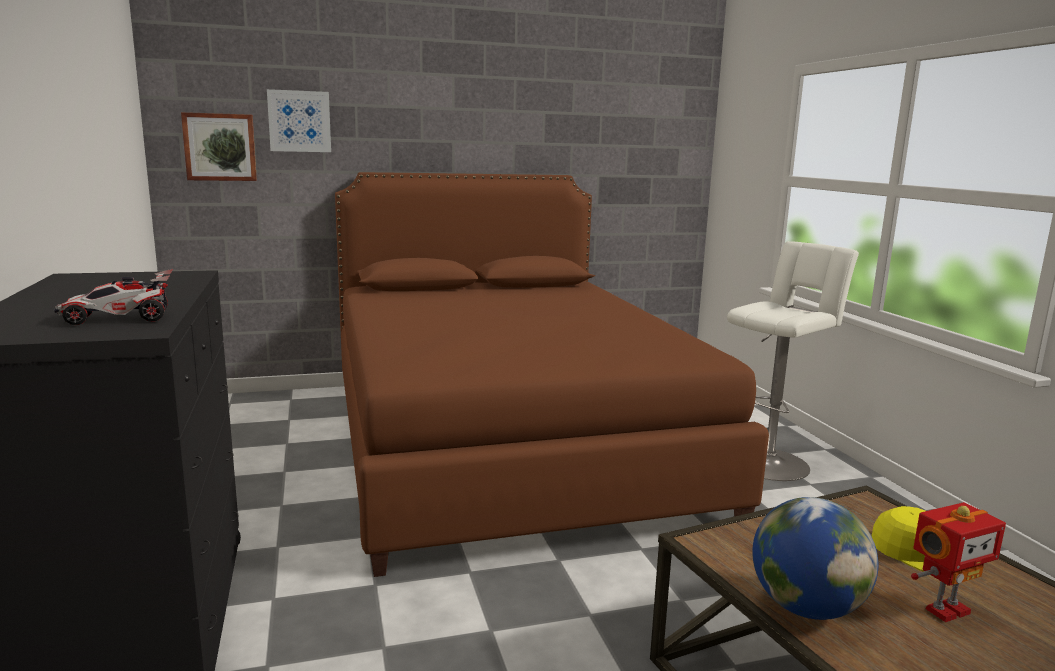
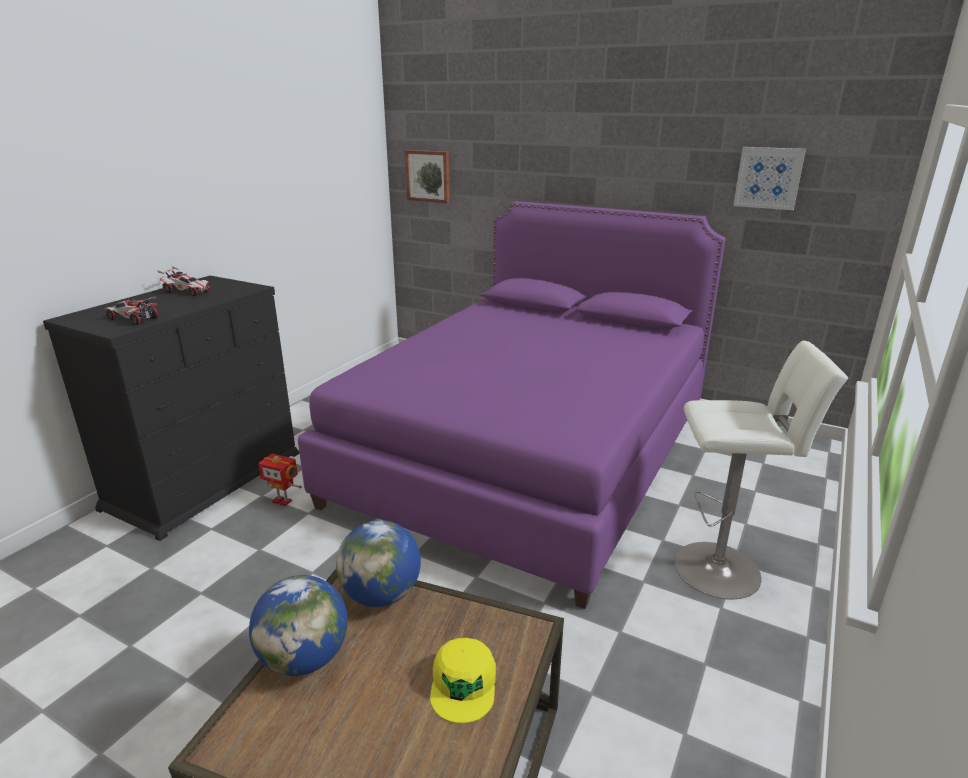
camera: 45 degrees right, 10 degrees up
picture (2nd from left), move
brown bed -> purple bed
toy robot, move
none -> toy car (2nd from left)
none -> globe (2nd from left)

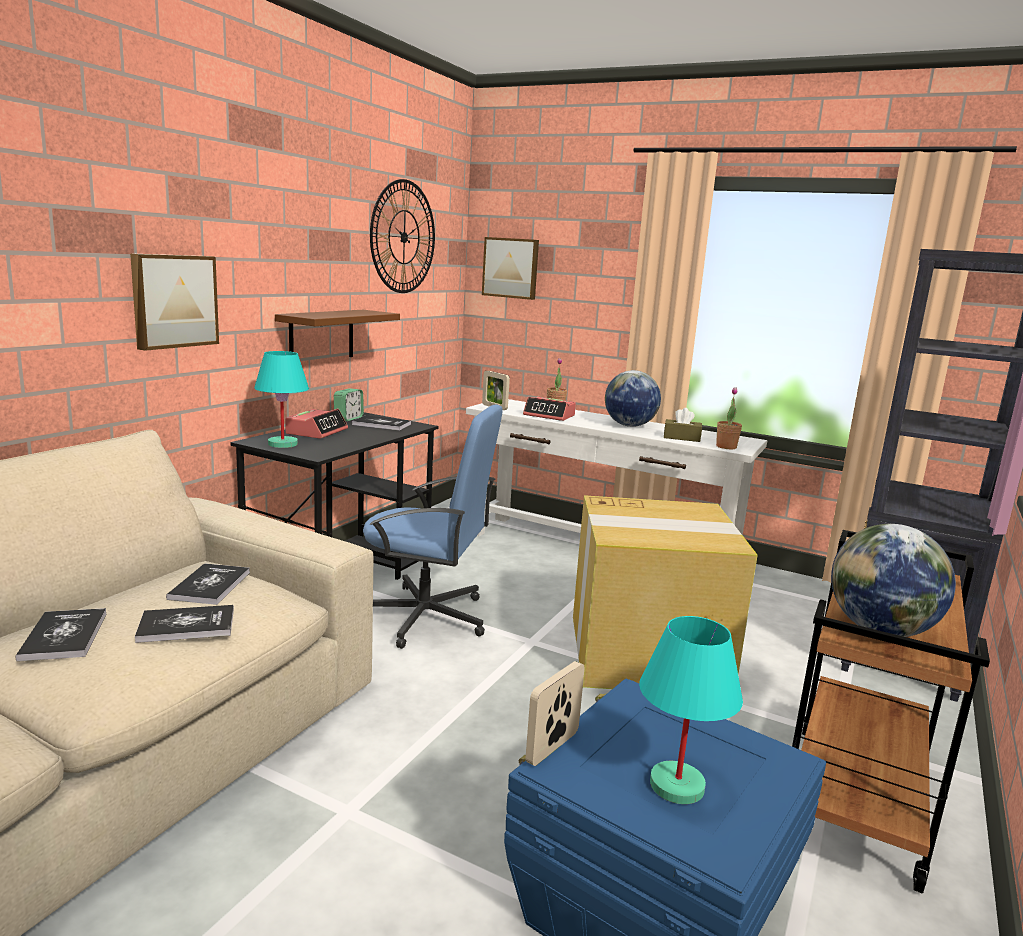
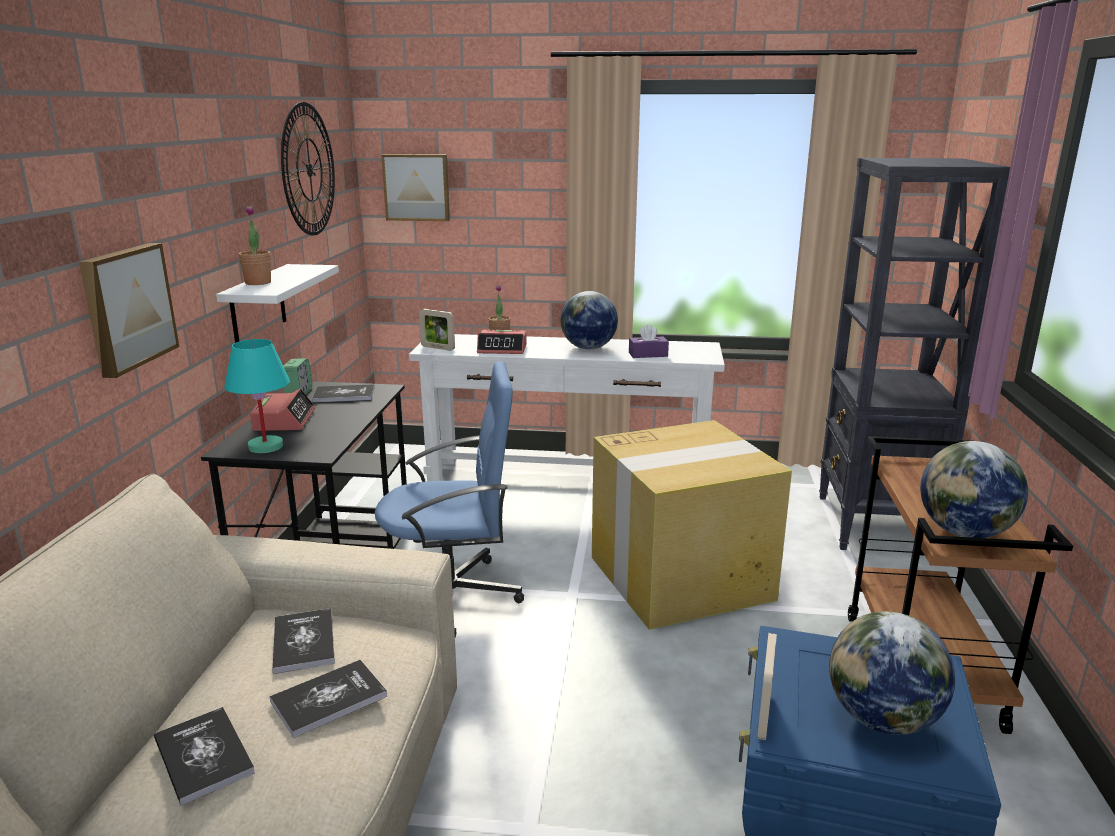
camera: 20 degrees left, 5 degrees up
brown shelf -> white shelf
potted plant (2nd from left in the first image) -> potted plant (1st from left), move
brown tissue box -> purple tissue box
turquoise table lamp (2nd from left) -> globe (2nd from left)

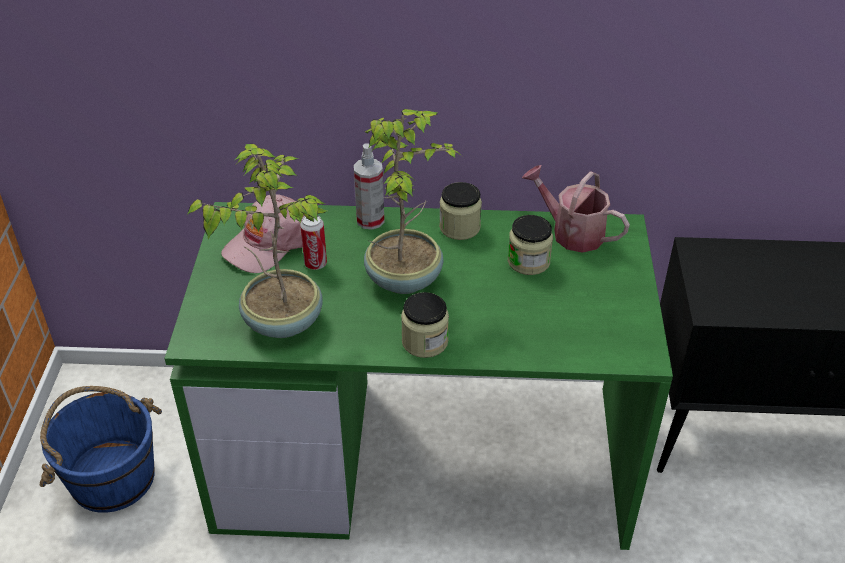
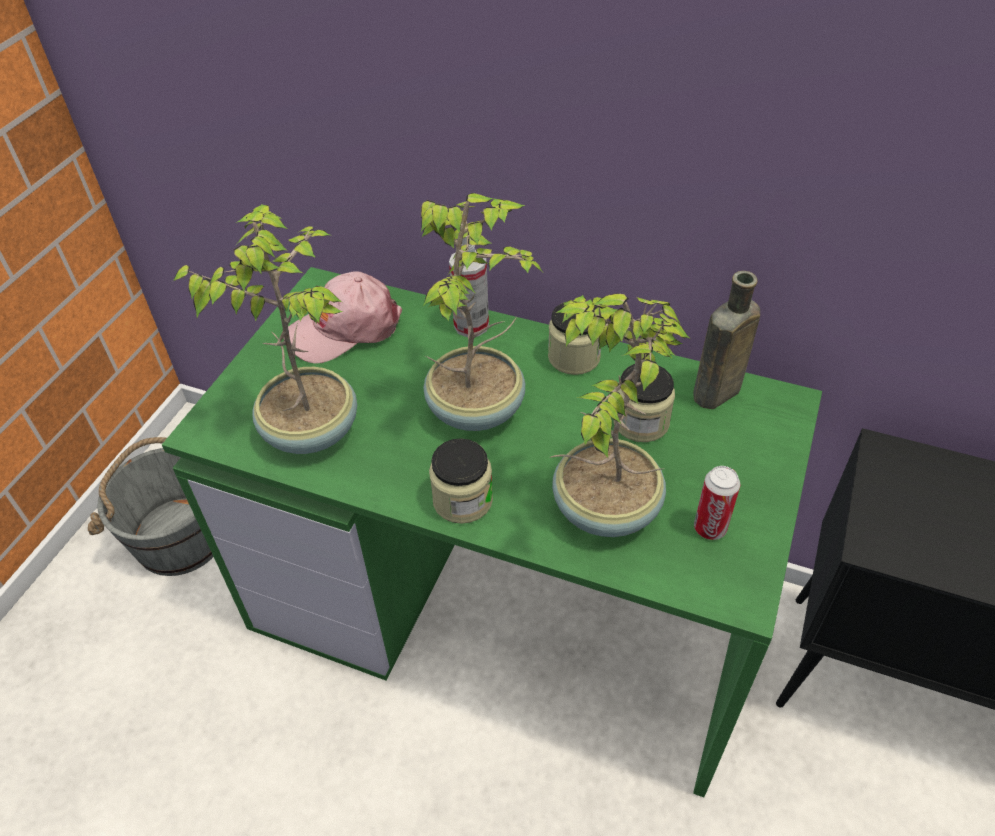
camera: 20 degrees right, 5 degrees up
watering can -> brown bottle
can, move
blue bucket -> grey bucket
none -> potted plant (3rd from left)

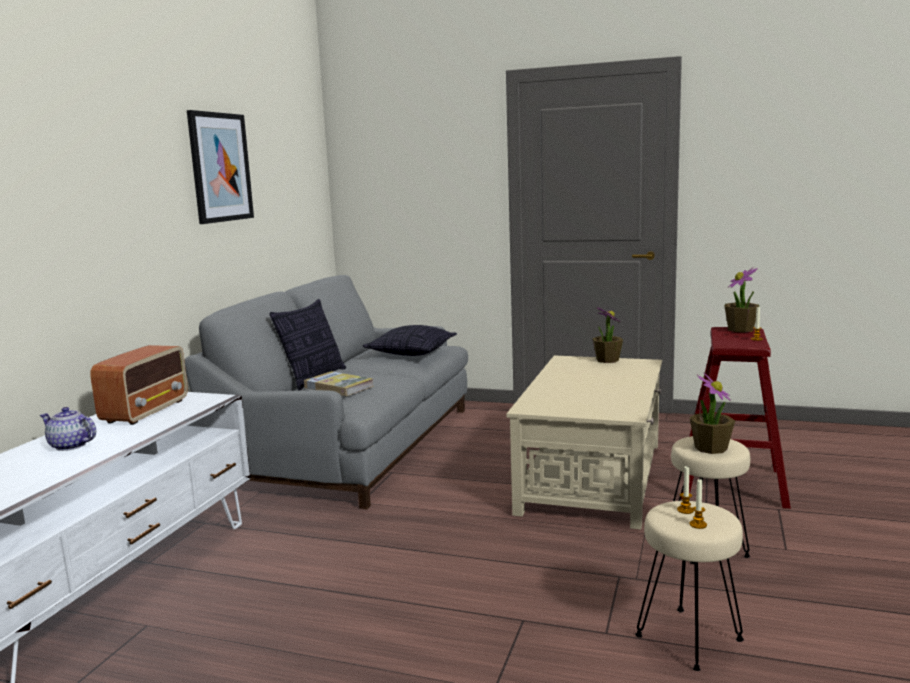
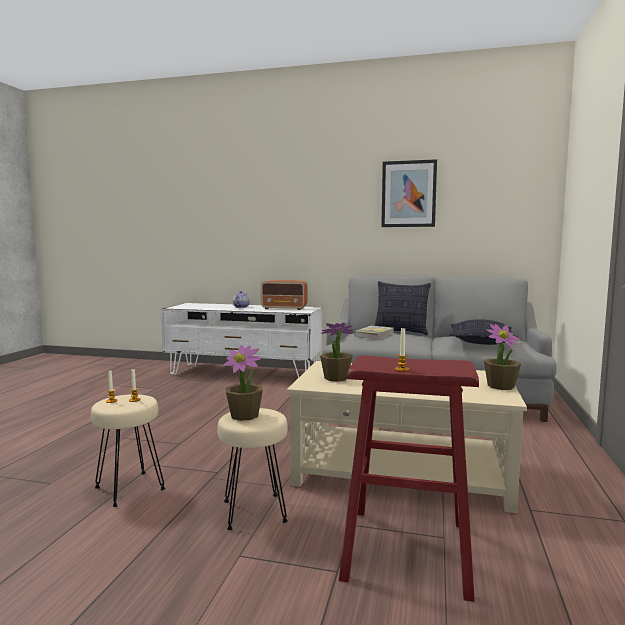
camera: 85 degrees right, 5 degrees down
potted plant (3rd from left in the first image) -> potted plant (2nd from left), move

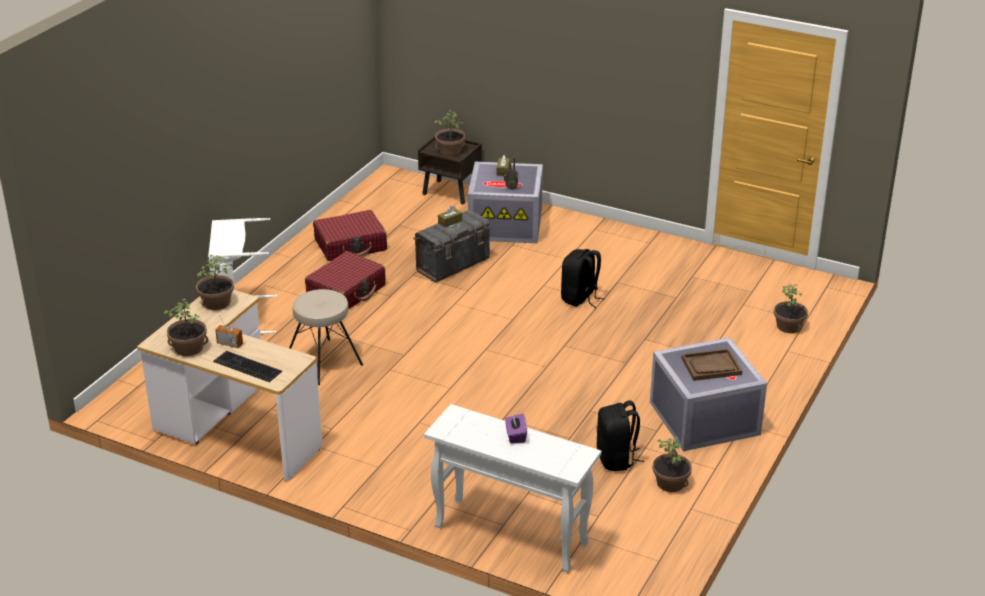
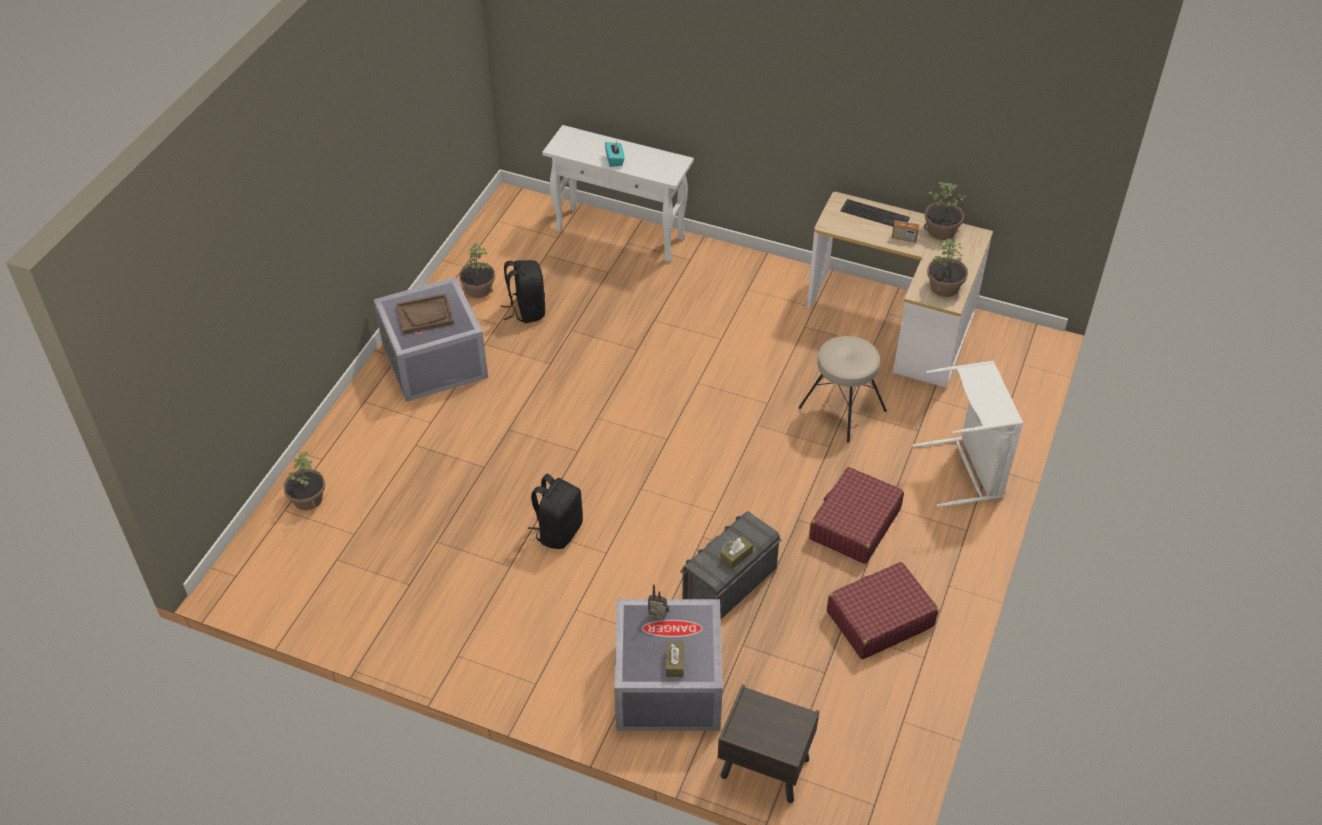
camera: 175 degrees right, 15 degrees up
potted plant (3rd from left) -> none
purple tissue box -> turquoise tissue box

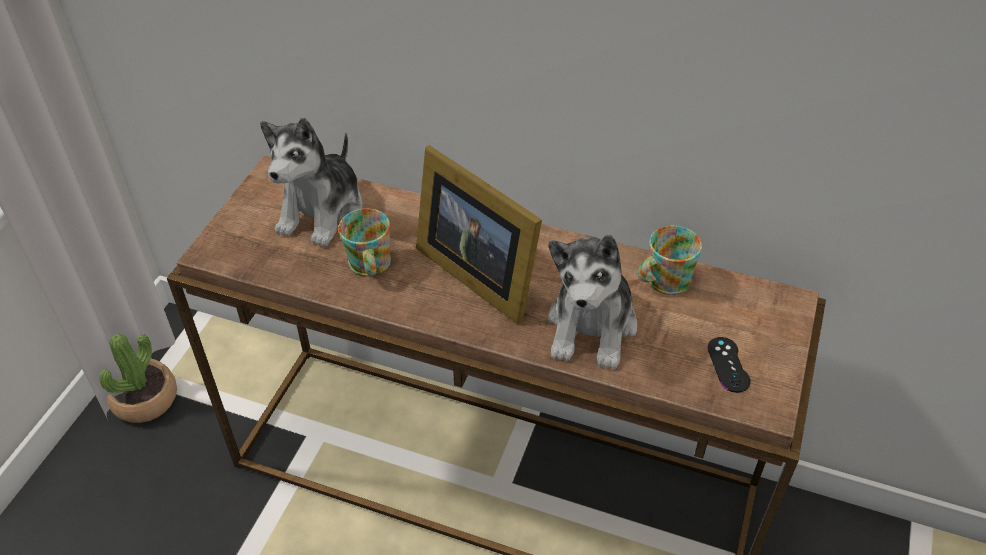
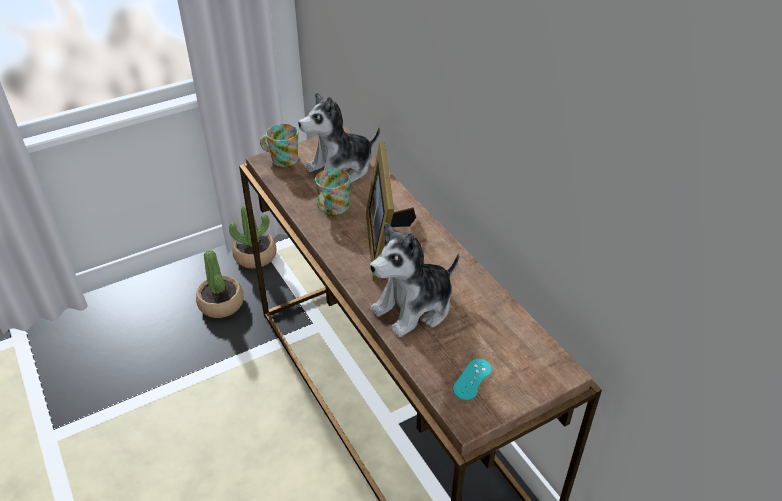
camera: 40 degrees right, 5 degrees down
mug (2nd from left in the first image) -> mug (1st from left), move
black game controller -> turquoise game controller
none -> potted plant (1st from left)

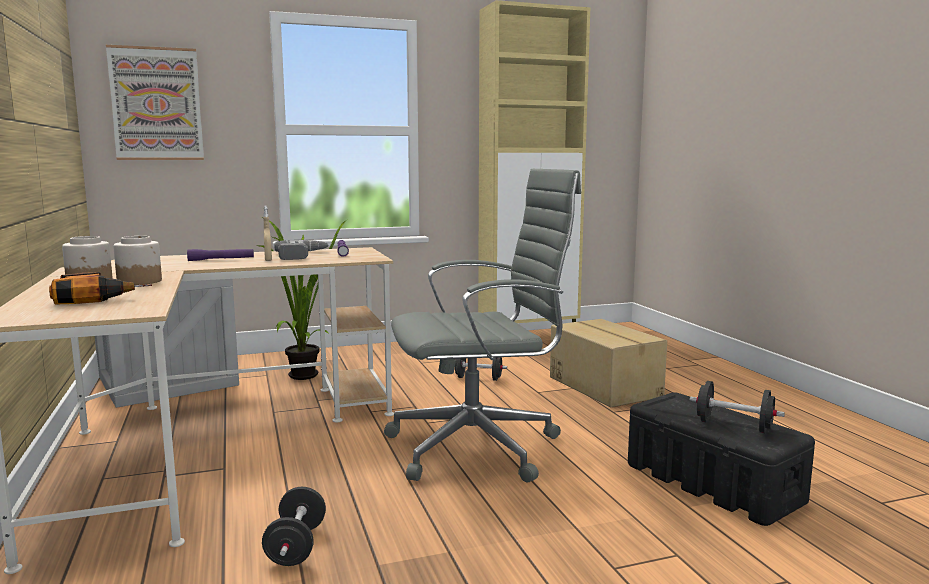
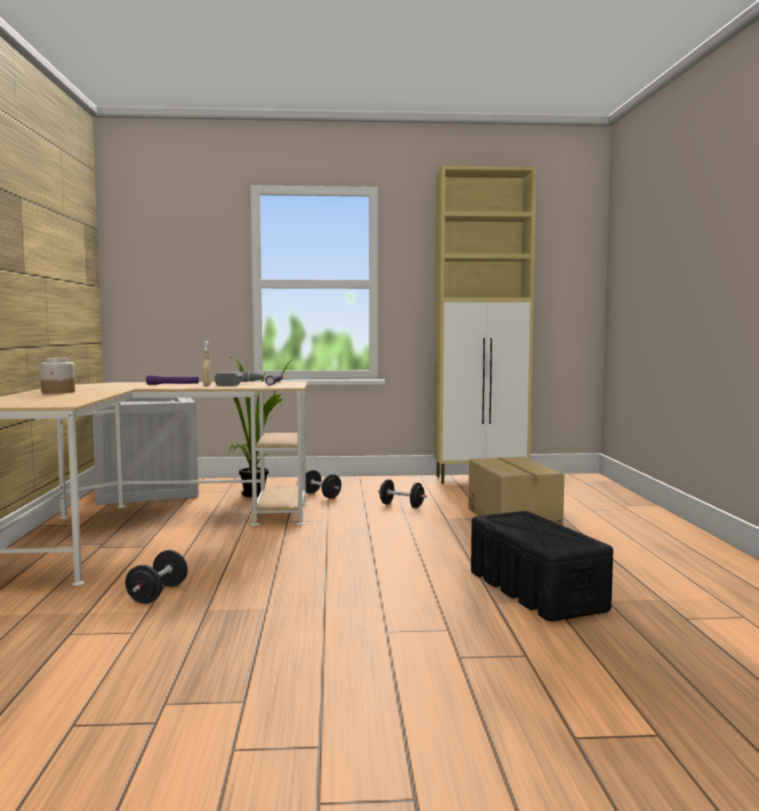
camera: 15 degrees right, 5 degrees down
picture -> none
grey office chair -> none
jar (2nd from left) -> none
power drill (1st from left) -> none
black dumbbell (3rd from left in the first image) -> black dumbbell (2nd from left), move

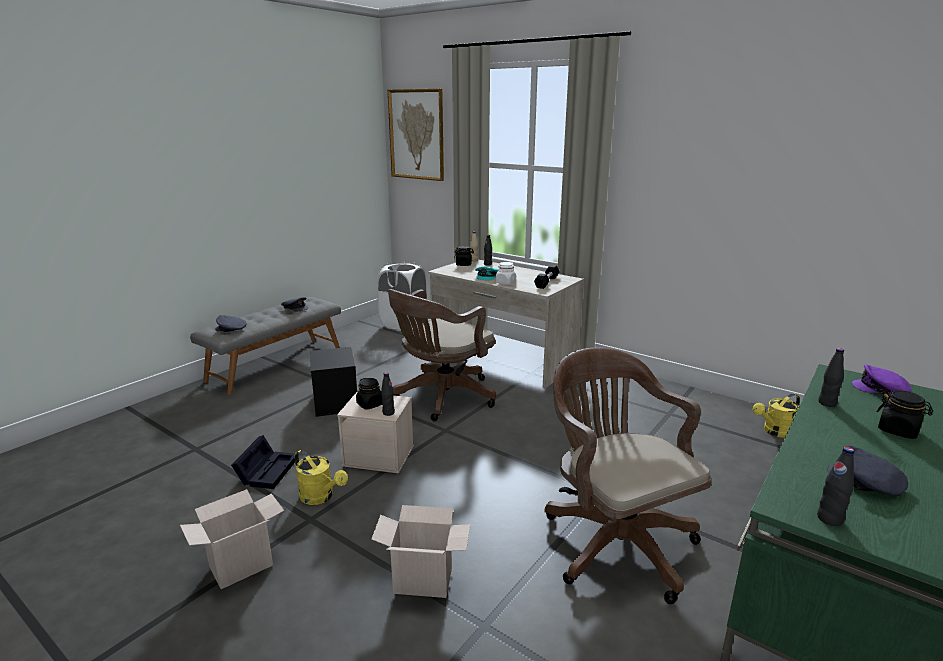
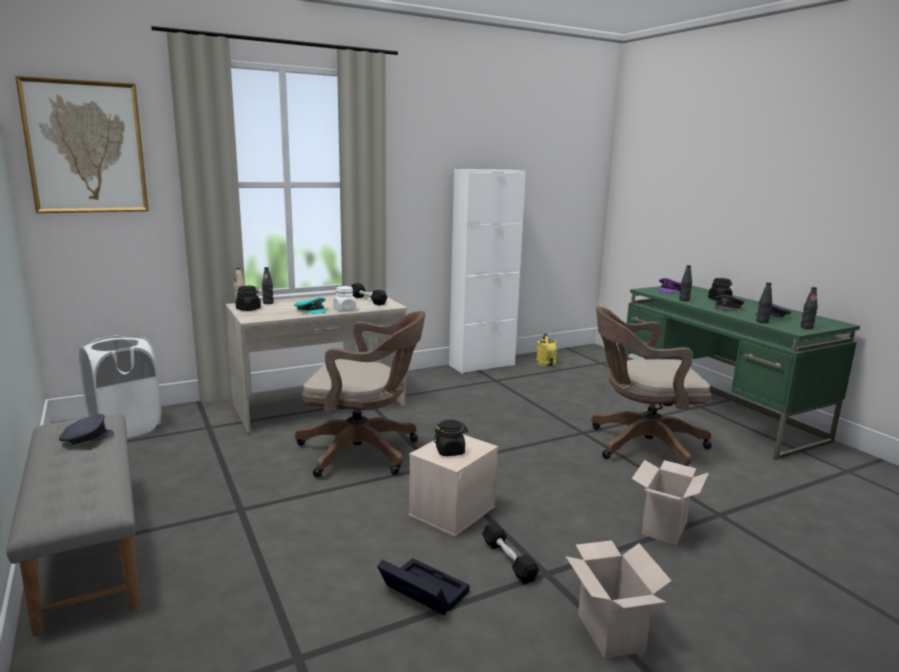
camera: 65 degrees left, 5 degrees down
brown office chair (1st from left), 60 degrees counterclockwise
grey cap (1st from left in the first image) -> grey cap (2nd from left), move
black storage box (2nd from left) -> none
black bottle (1st from left in the first image) -> black bottle (3rd from left), move
yellow watering can (1st from left) -> black dumbbell (2nd from left)
none -> white cabinet

